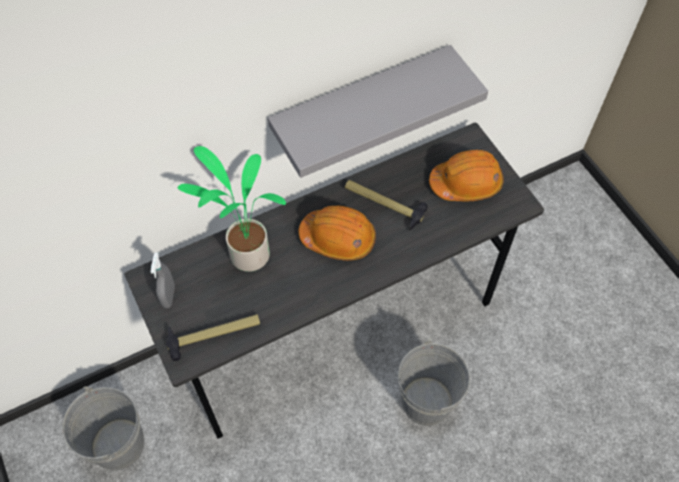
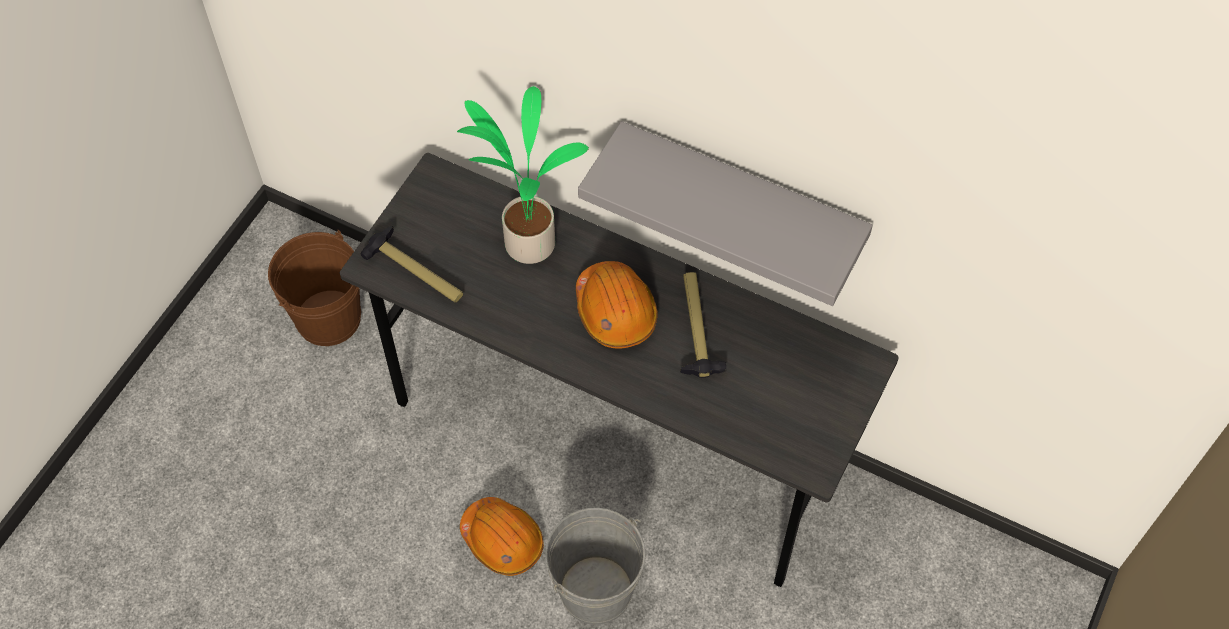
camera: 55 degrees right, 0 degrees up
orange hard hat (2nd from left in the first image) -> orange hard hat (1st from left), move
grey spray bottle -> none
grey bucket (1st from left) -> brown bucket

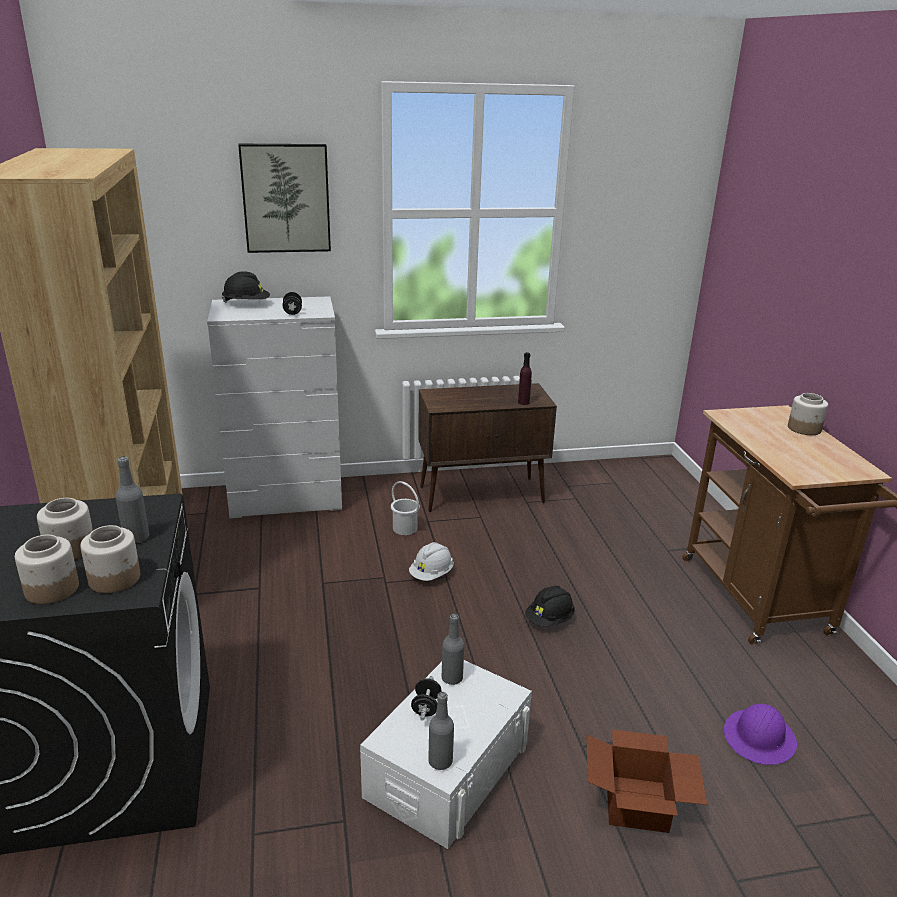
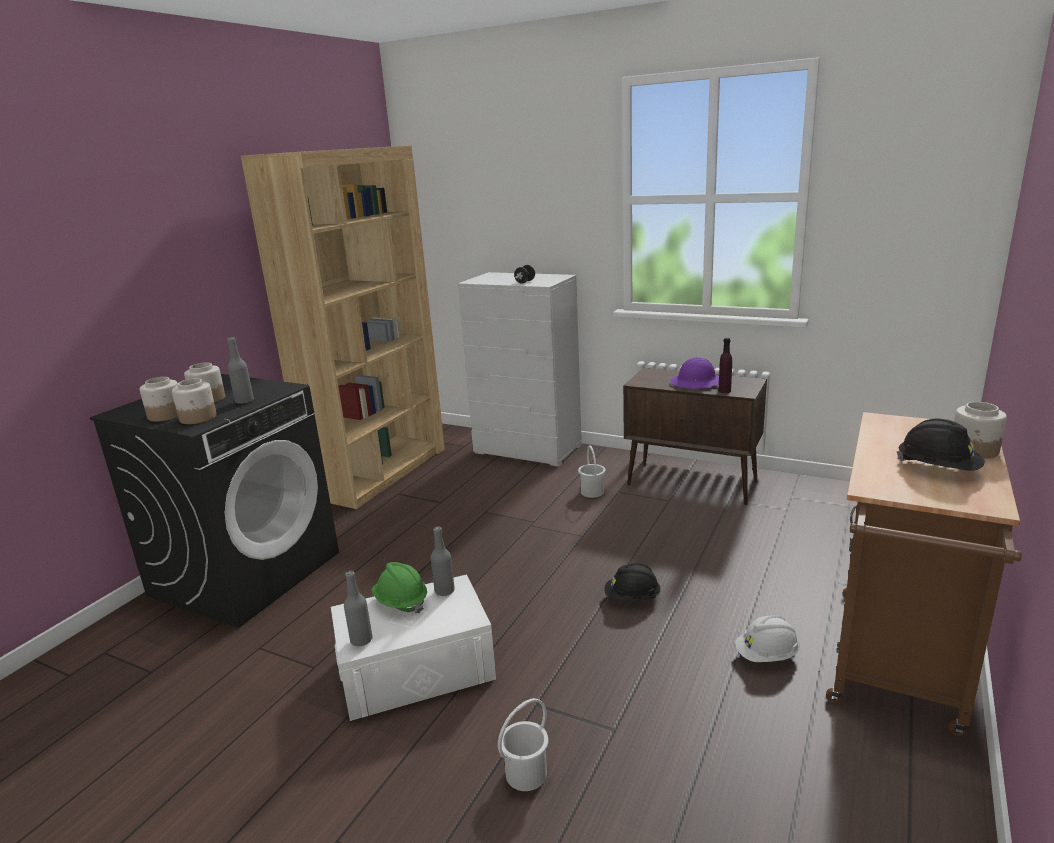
camera: 40 degrees right, 5 degrees down
picture -> none
black hard hat (1st from left in the first image) -> black hard hat (2nd from left), move
white hard hat, move
black dumbbell (2nd from left) -> green hard hat
purple hard hat, move
cardboard box -> white bucket (1st from left)

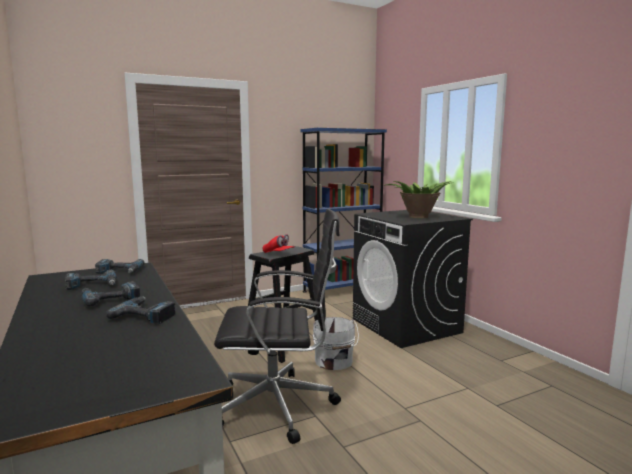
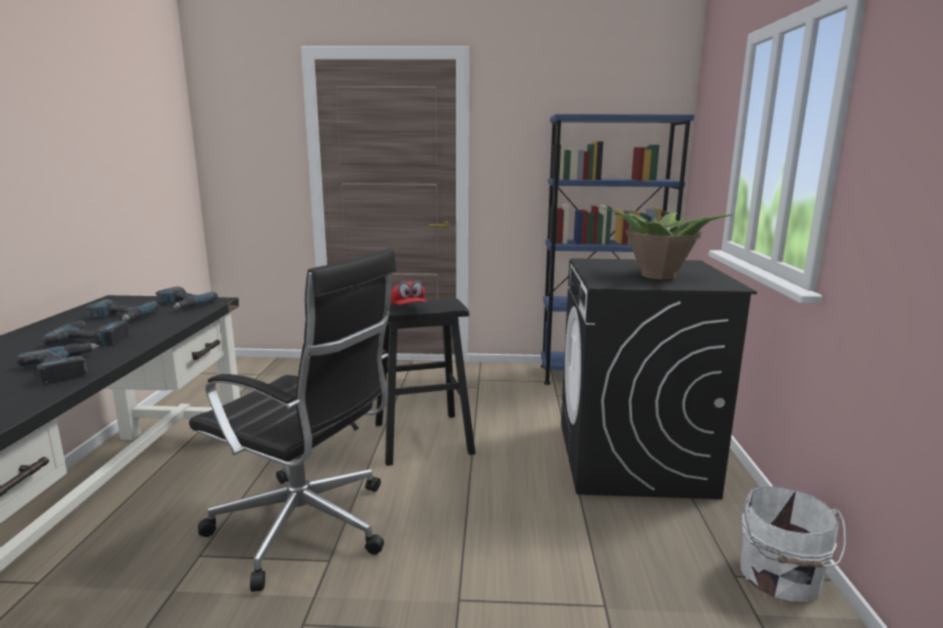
camera: 30 degrees right, 5 degrees up
white bucket, move

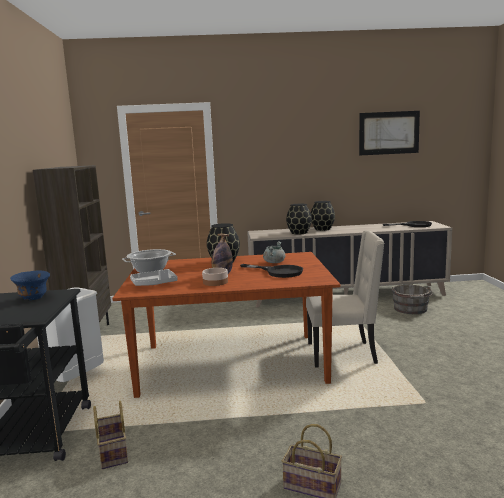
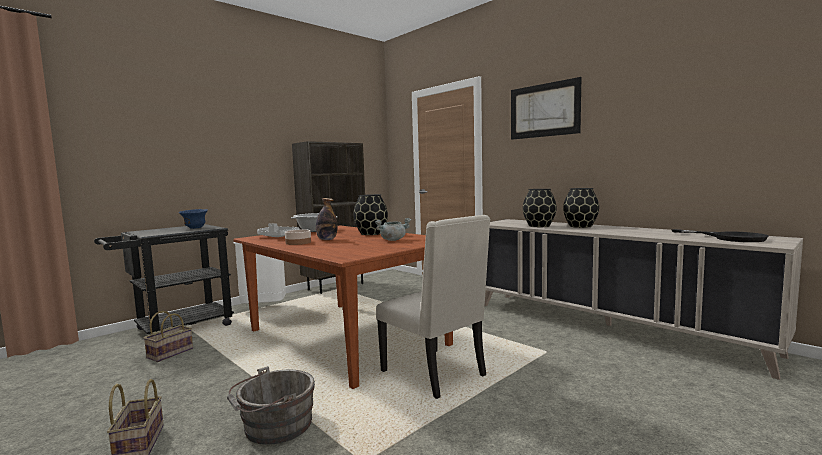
camera: 50 degrees right, 5 degrees down
picture, move
black frying pan (1st from left) -> none
grey bucket, move

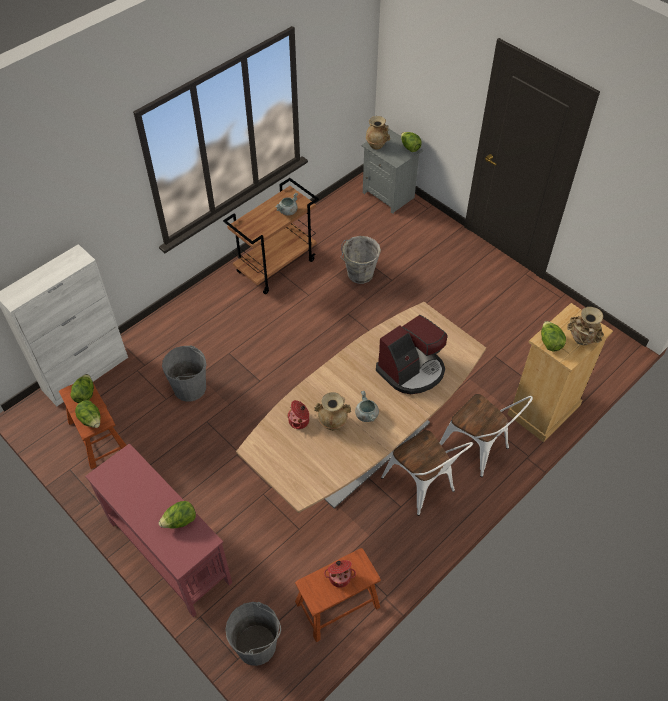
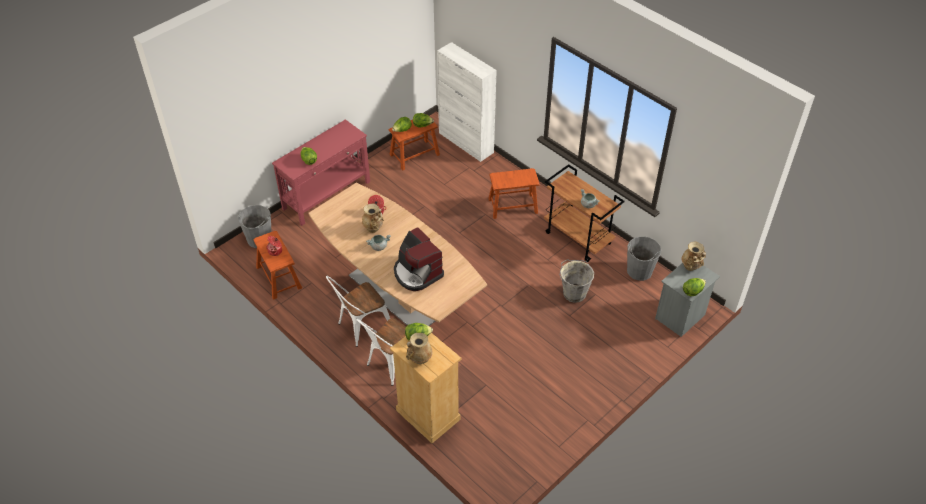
camera: 90 degrees right, 5 degrees down
grey bucket (1st from left in the first image) -> grey bucket (3rd from left), move
none -> brown stool (3rd from left)

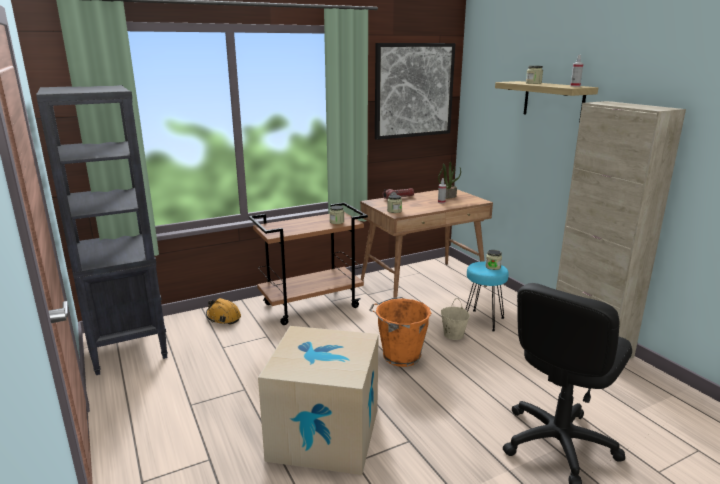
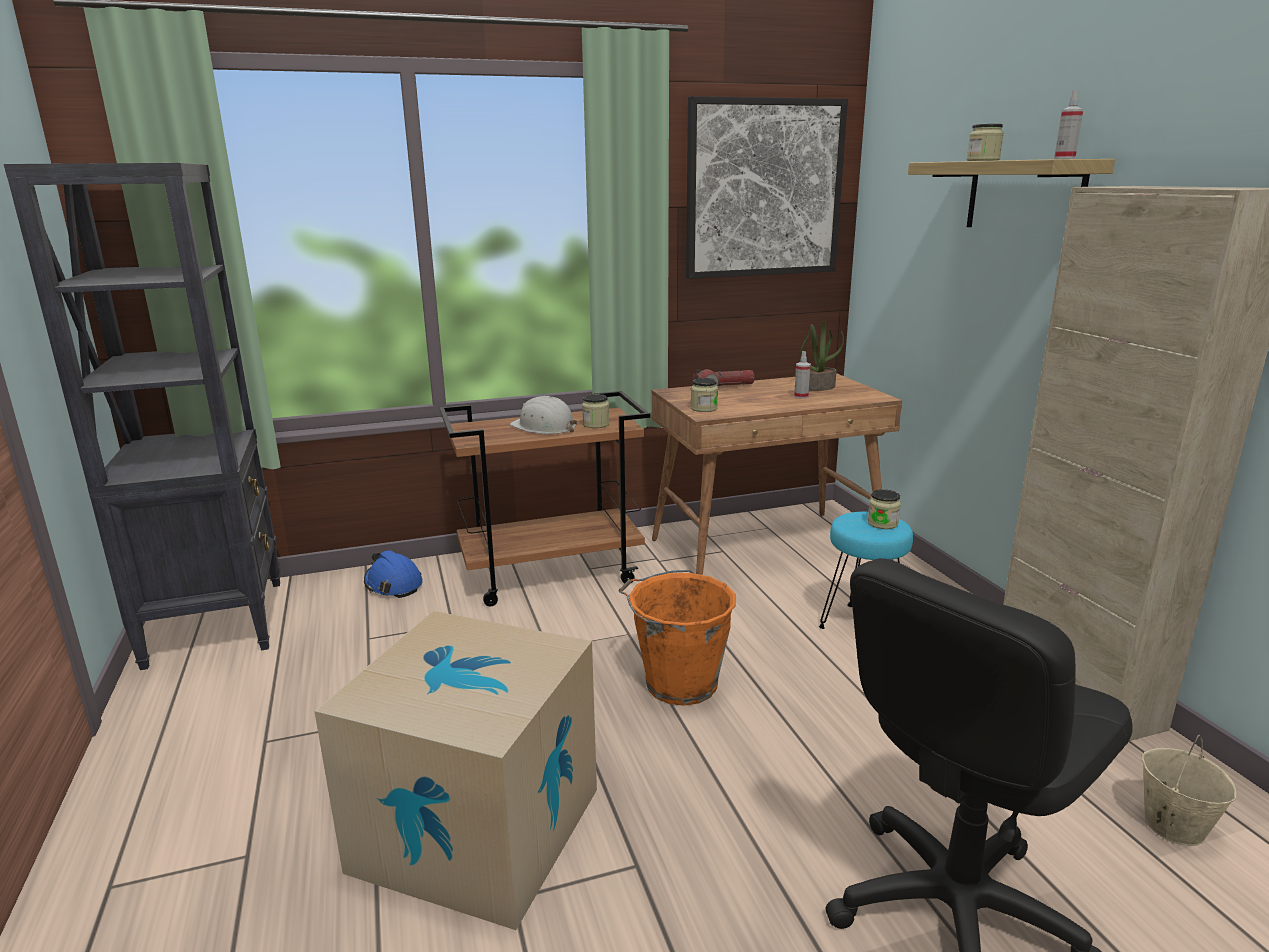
camera: 10 degrees right, 0 degrees up
orange hard hat -> blue hard hat
beige bucket, move
none -> white hard hat

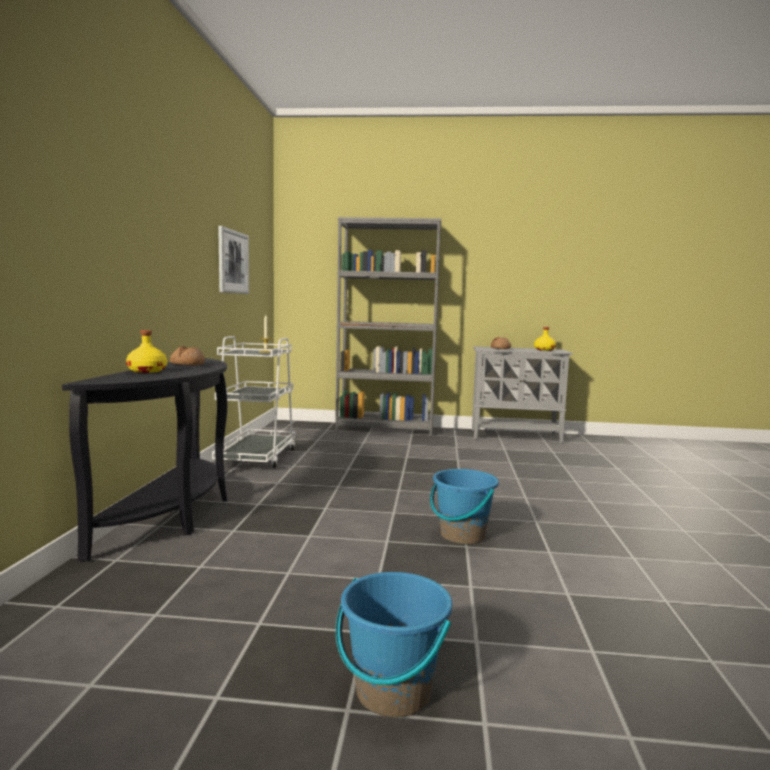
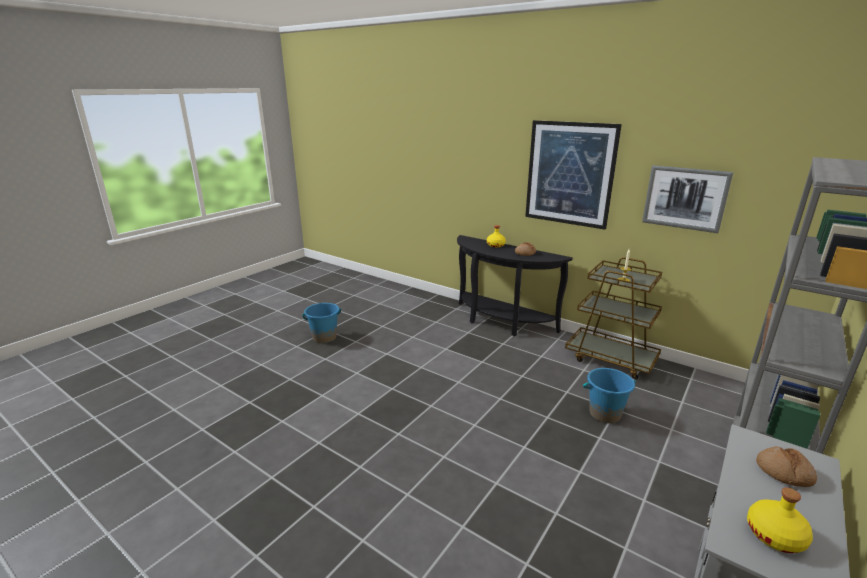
camera: 120 degrees right, 15 degrees up
white cart -> brown cart
blue bucket (2nd from left), move
none -> picture (1st from left)

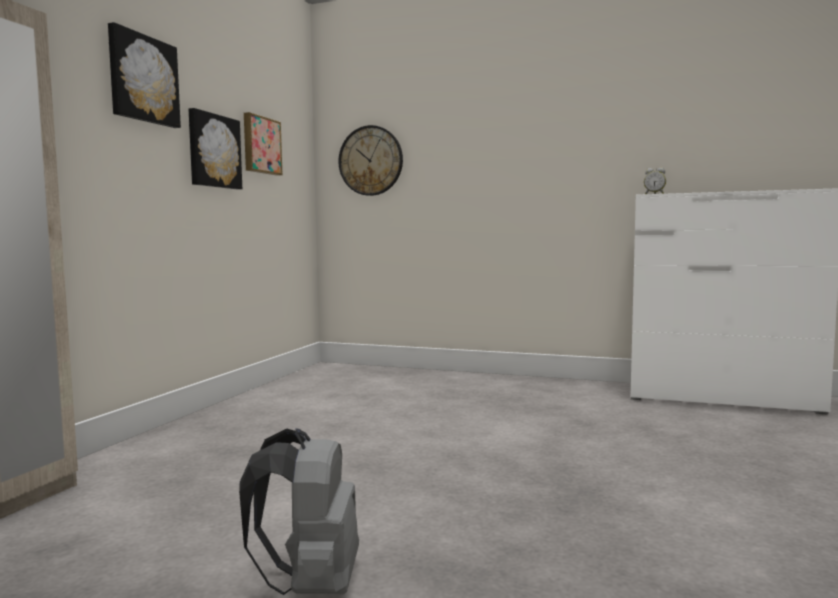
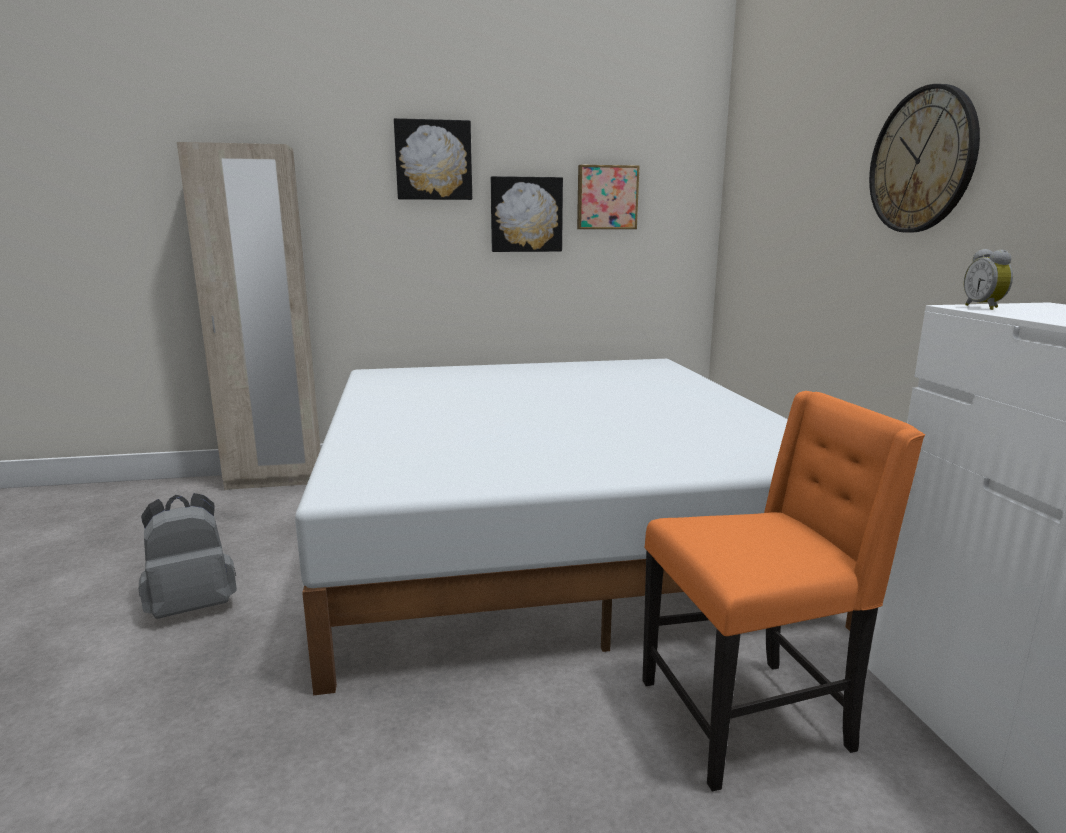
camera: 60 degrees right, 10 degrees up
wall clock, move
none -> white bed
none -> orange chair

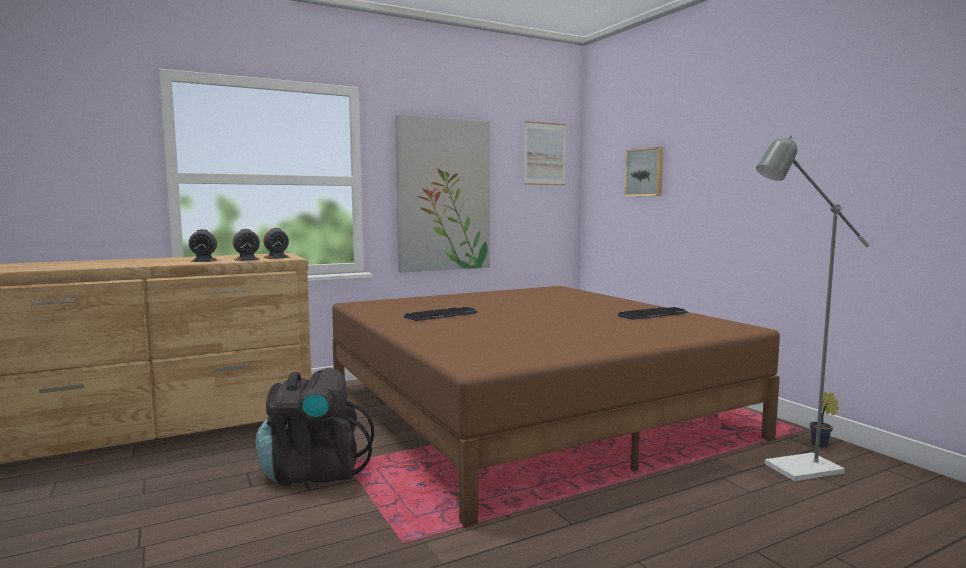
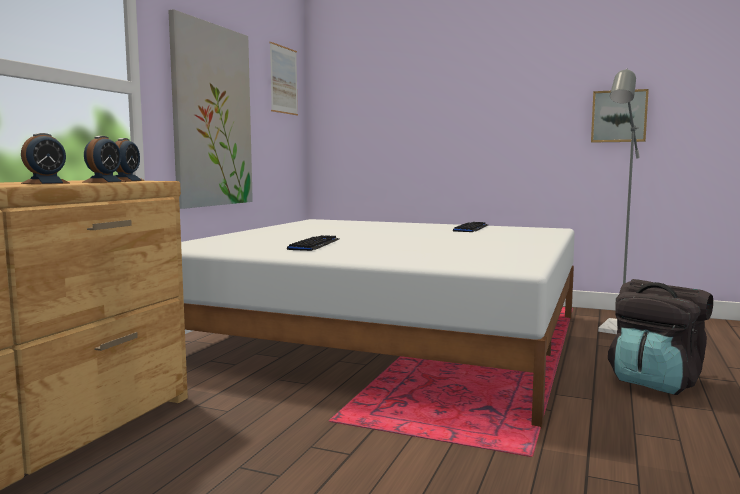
camera: 40 degrees left, 0 degrees up
picture (3rd from left), move
brown bed -> white bed
black backpack, move
potted plant -> none

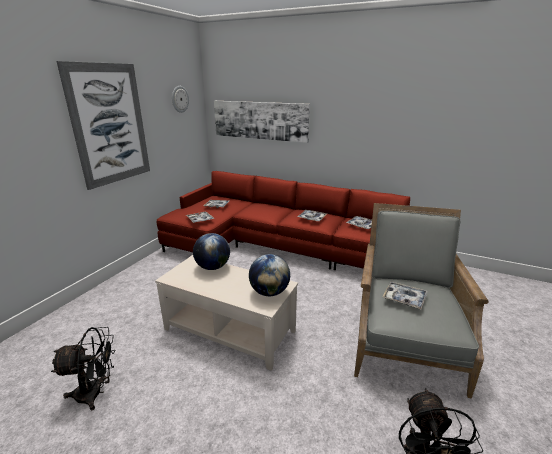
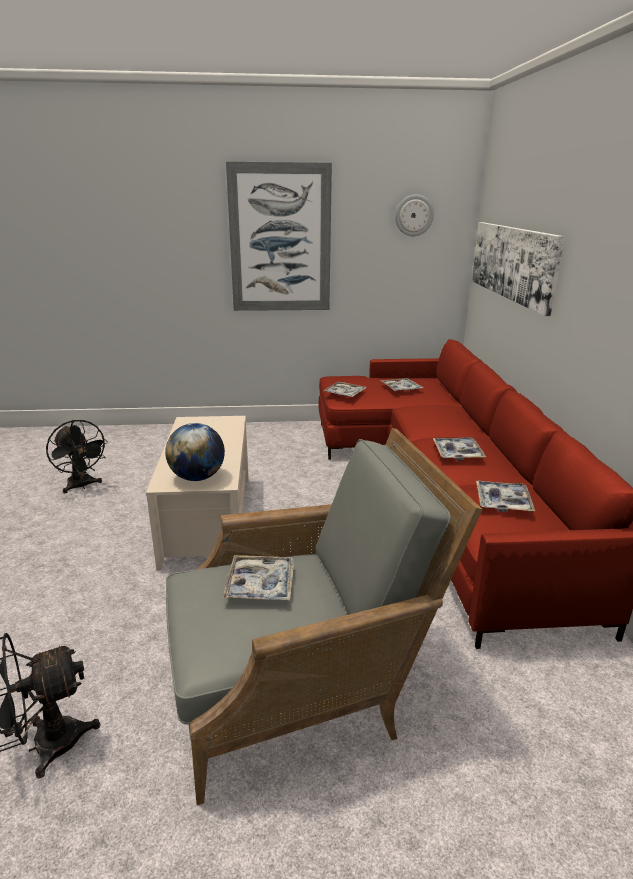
camera: 60 degrees right, 0 degrees up
globe (1st from left) -> none

